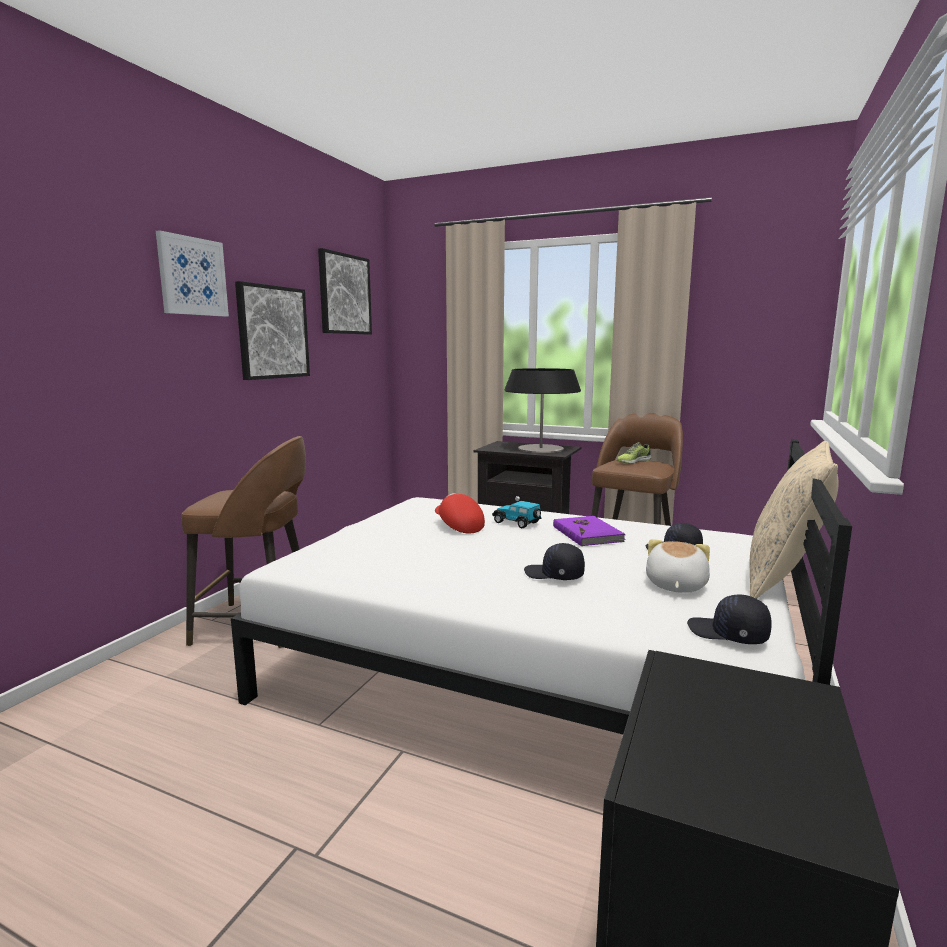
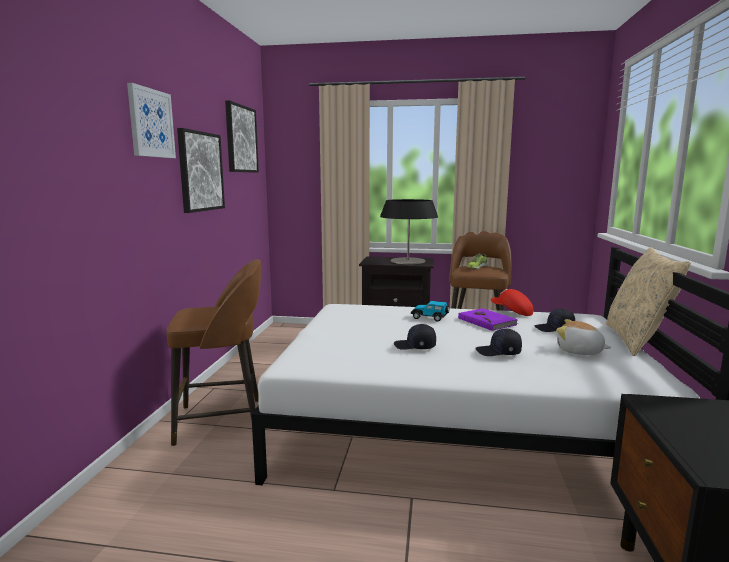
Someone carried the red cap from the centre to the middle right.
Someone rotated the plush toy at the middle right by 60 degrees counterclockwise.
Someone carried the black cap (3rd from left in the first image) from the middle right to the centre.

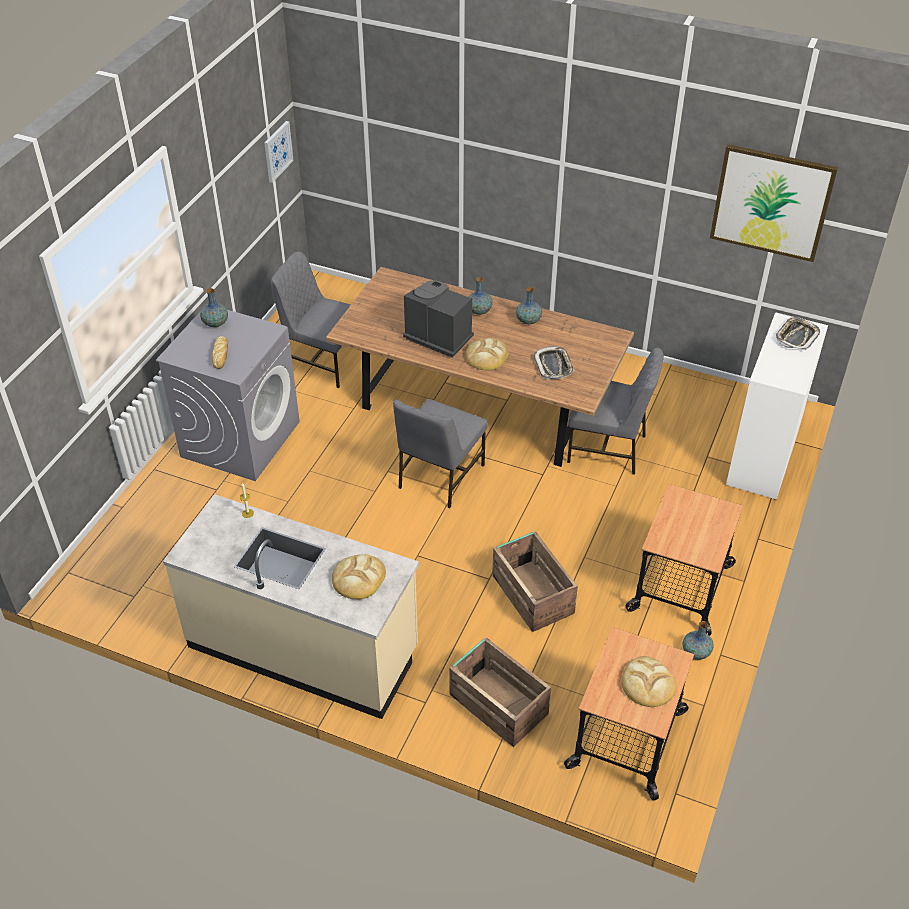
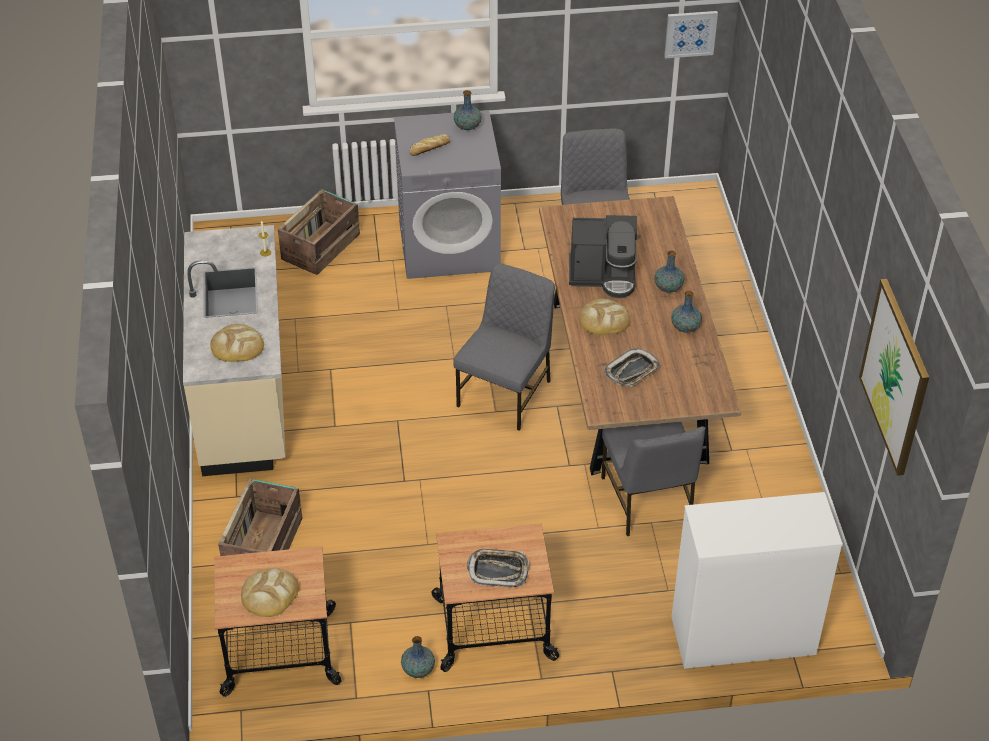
Someone rotated the coffee machine at the centre by 90 degrees clockwise.
Someone carried the tray (2nd from left in the first image) from the middle right to the bottom centre.
Someone rotated the grey chair (2nd from left in the first image) at the centre by 120 degrees clockwise.
Someone carried the crate (2nd from left) from the centre to the top left.

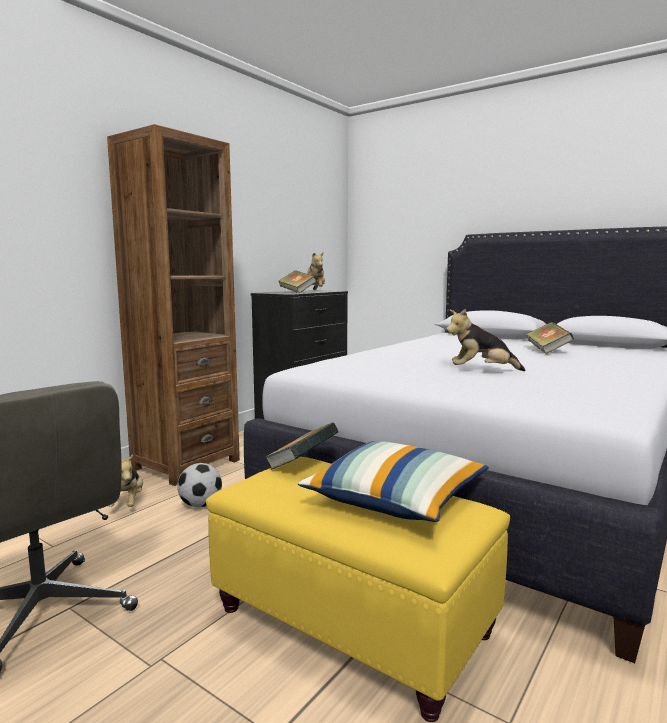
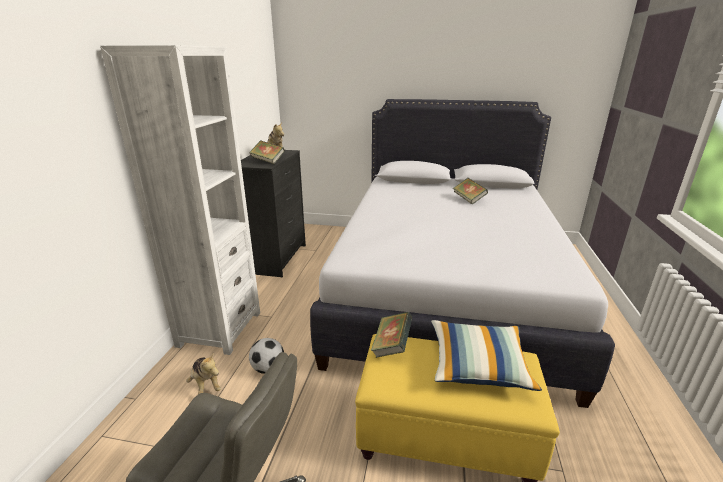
Someone repainted the brown bookcase at the middle left, which became the white bookcase at the middle left.
Someone took away the plush toy (3rd from left) at the middle right.

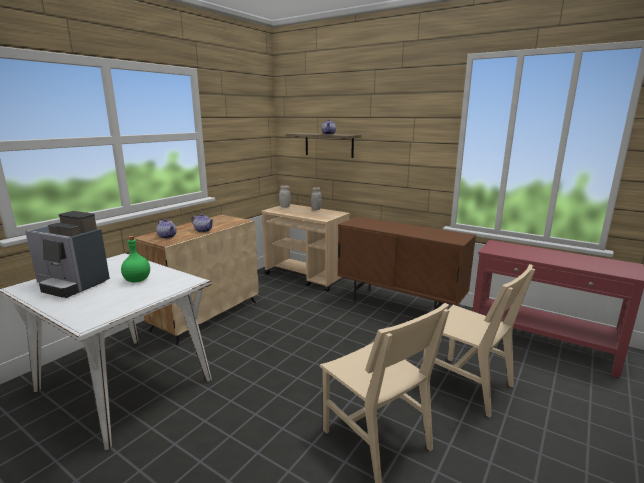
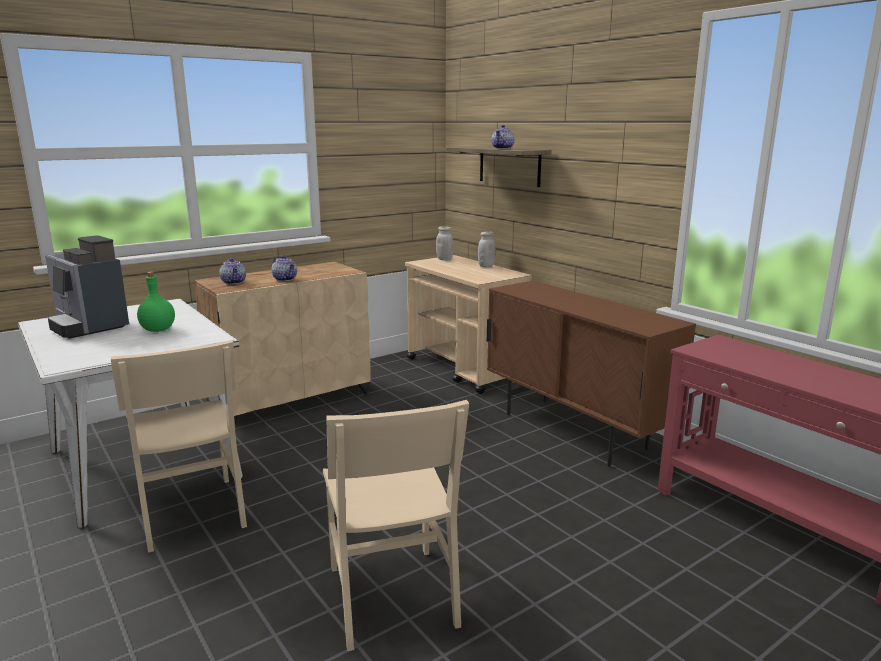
Someone carried the beige chair (2nd from left in the first image) from the bottom right to the bottom left.

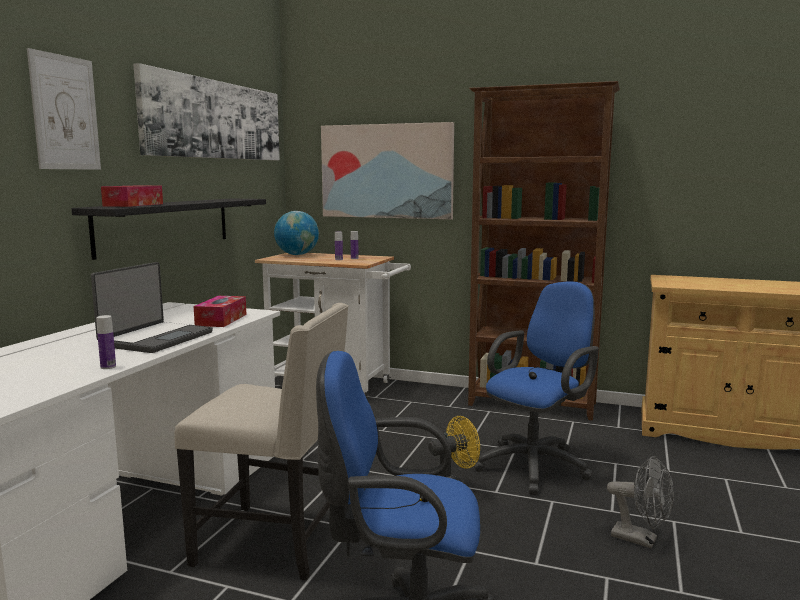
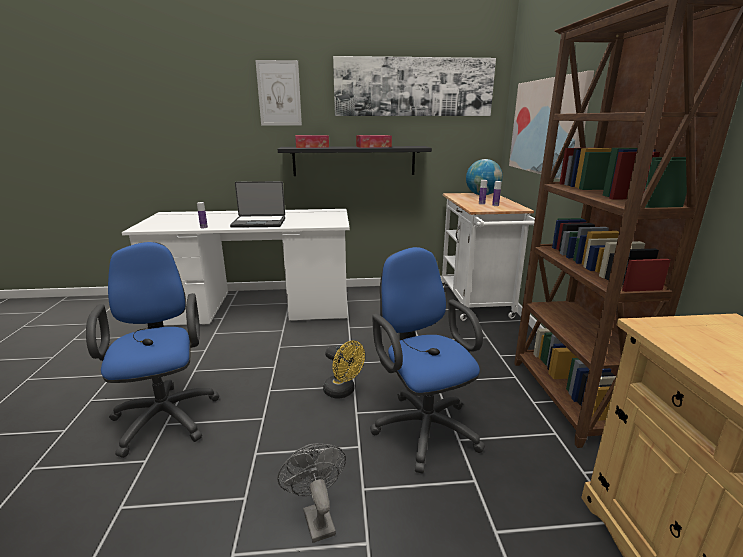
Someone rotated the blue office chair (2nd from left) at the middle right by 135 degrees counterclockwise.
Someone carried the tissue box (2nd from left) from the middle left to the top centre.
Someone took away the beige chair at the bottom left.
Someone rotated the grey fan at the bottom right by 150 degrees clockwise.

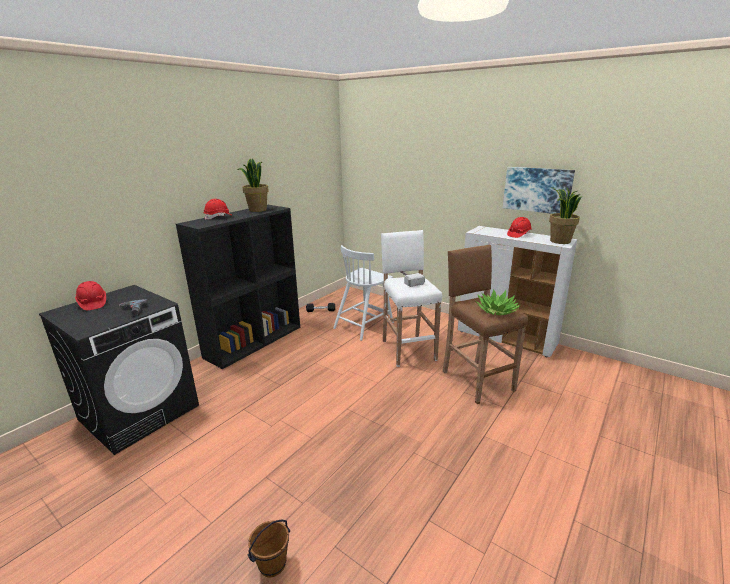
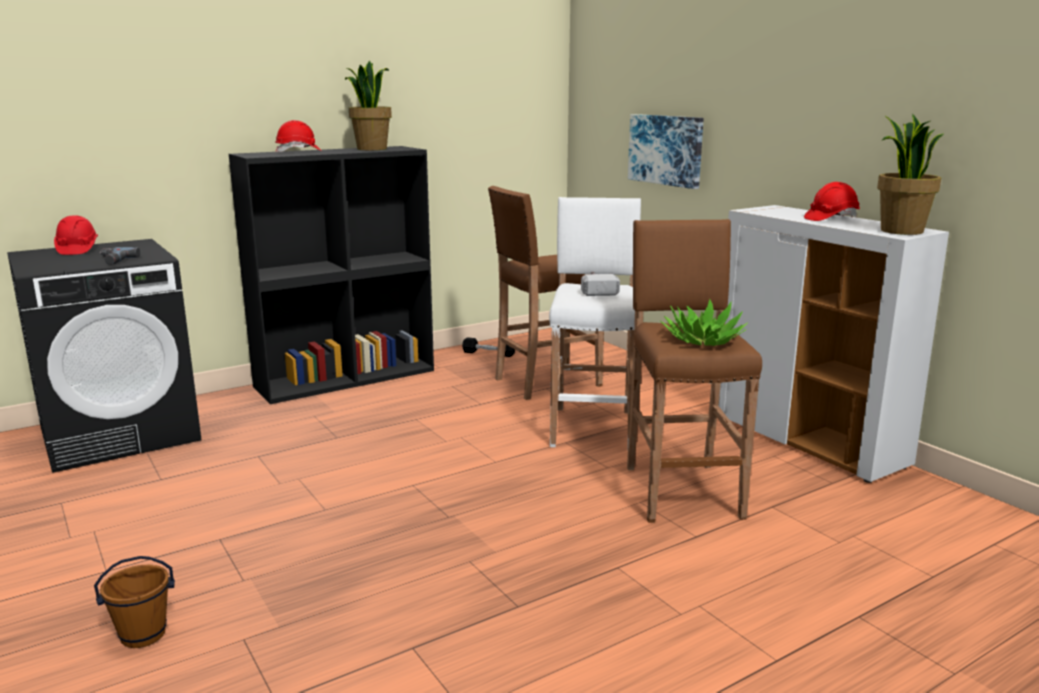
Someone carried the picture from the top right to the top centre.
Someone swapped the white chair at the centre for the brown stool (1st from left) at the centre.

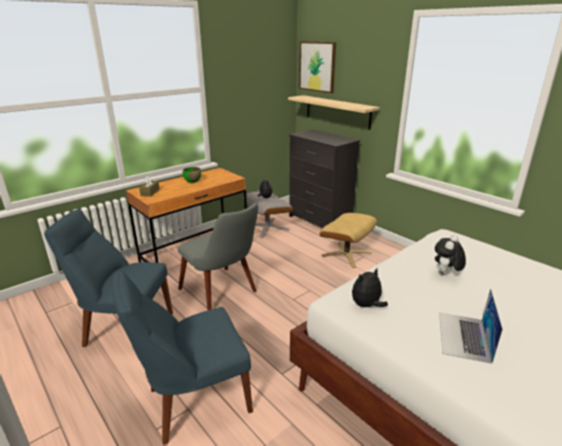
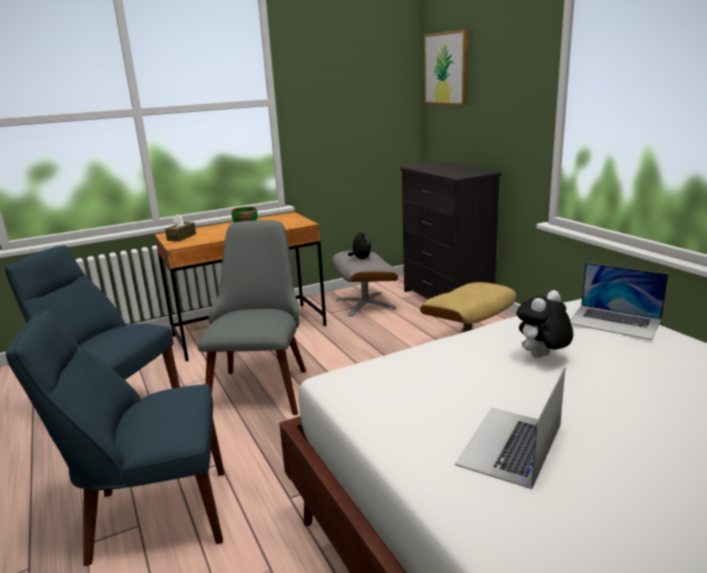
Someone took away the shelf at the top centre.
Someone rotated the grey chair at the centre by 150 degrees counterclockwise.
Someone took away the plush toy (2nd from left) at the centre.
Someone put down the laptop (2nd from left) at the middle right.

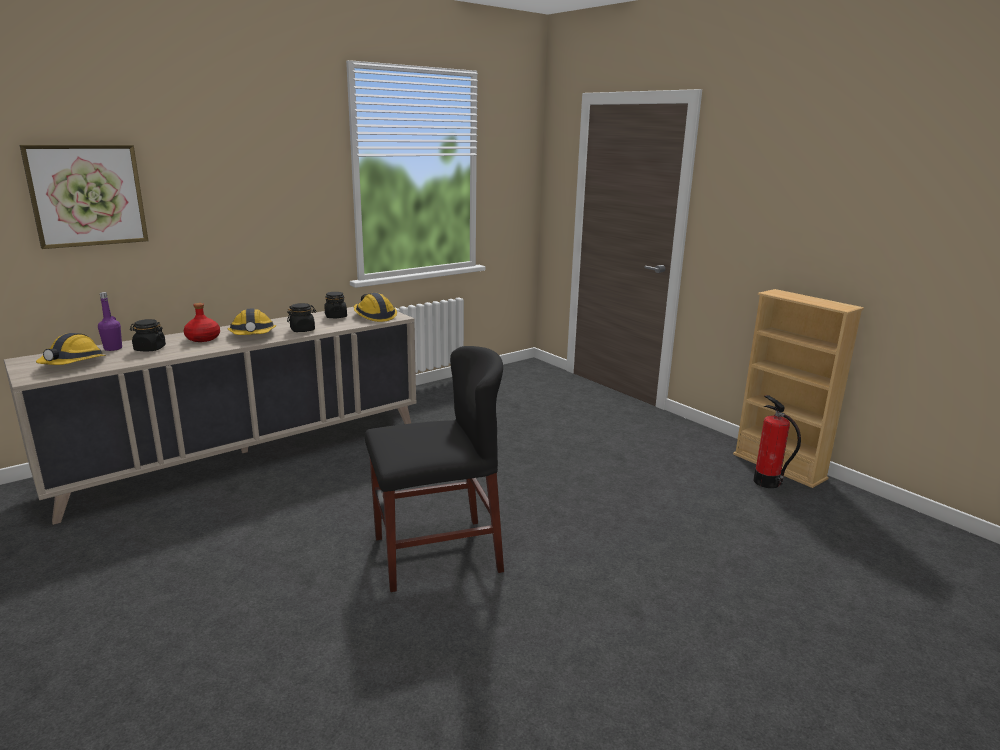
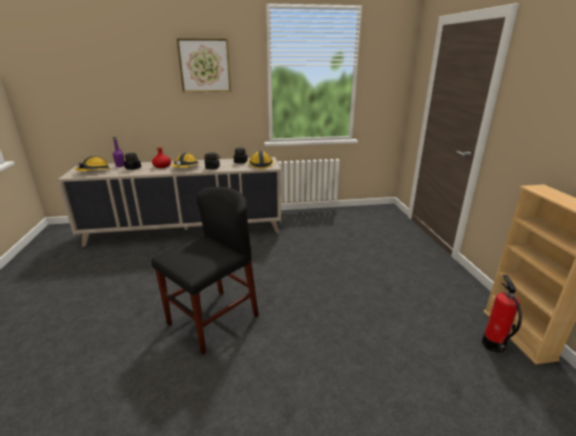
Someone carried the picture from the top left to the top centre.
Someone rotated the black chair at the centre by 60 degrees counterclockwise.

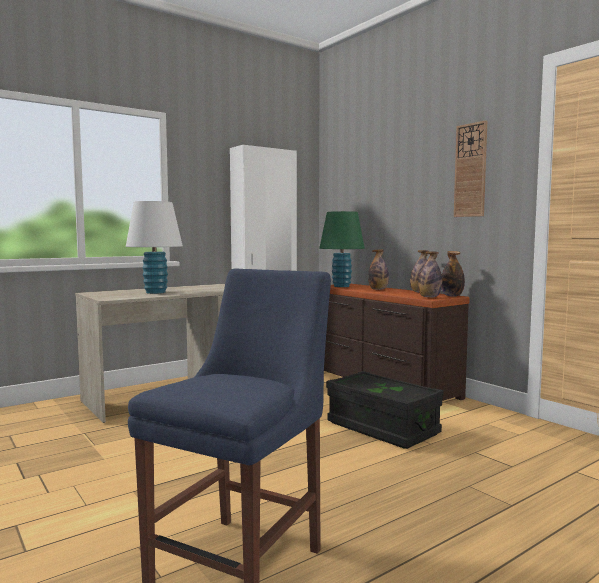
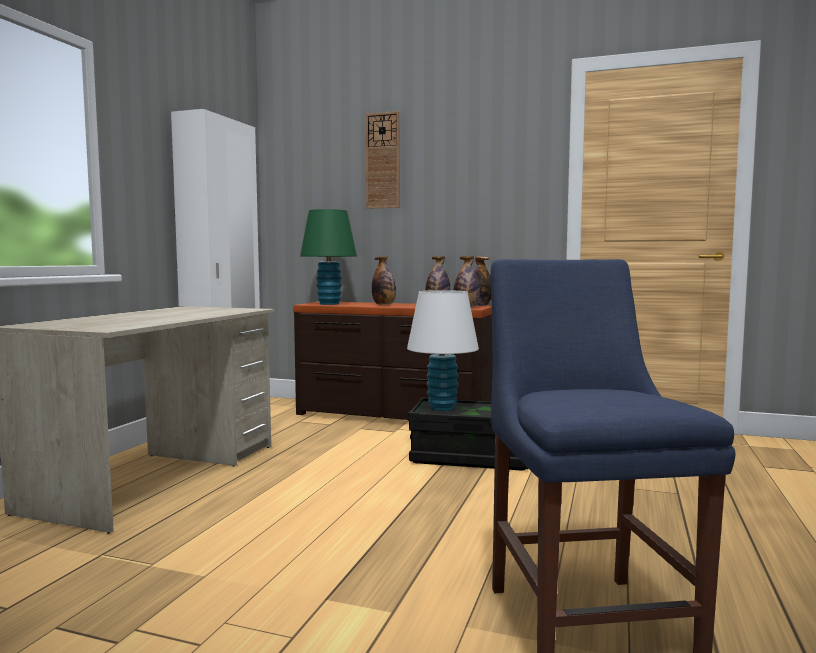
Someone carried the wall clock from the top right to the top centre.
Someone carried the white table lamp from the middle left to the centre.

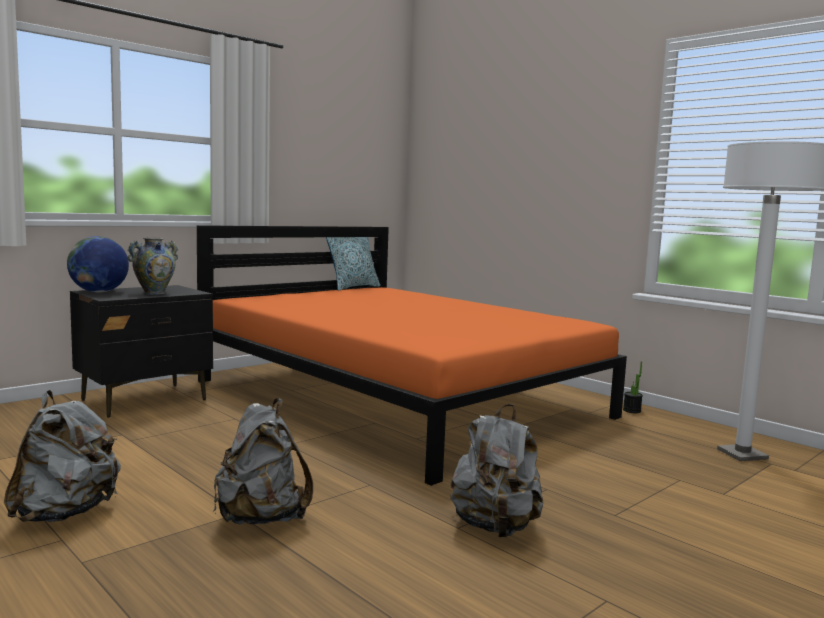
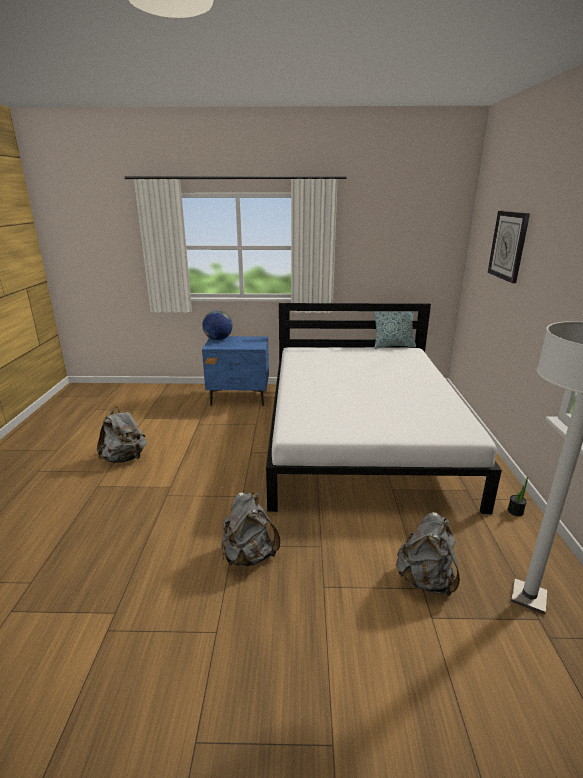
Someone repainted the orange bed at the centre, which became the white bed at the centre.
Someone took away the vase at the middle left.
Someone repainted the black nightstand at the middle left, which became the blue nightstand at the centre.
Someone carried the grey backpack (2nd from left in the first image) from the bottom left to the bottom right.
Someone put up the wall clock at the top right.

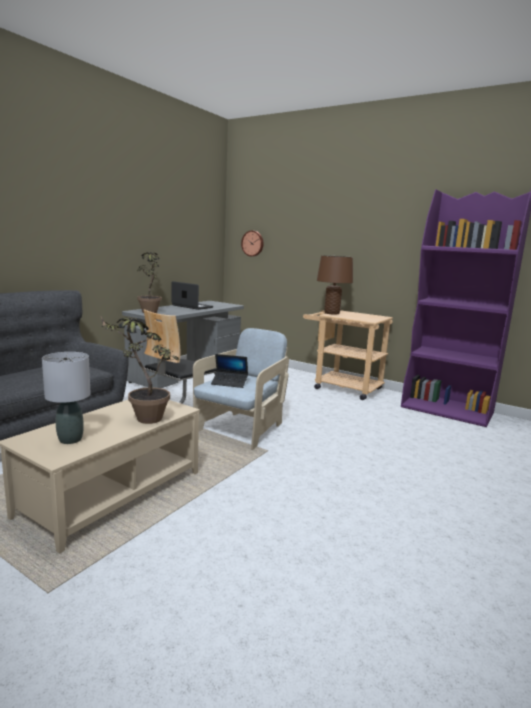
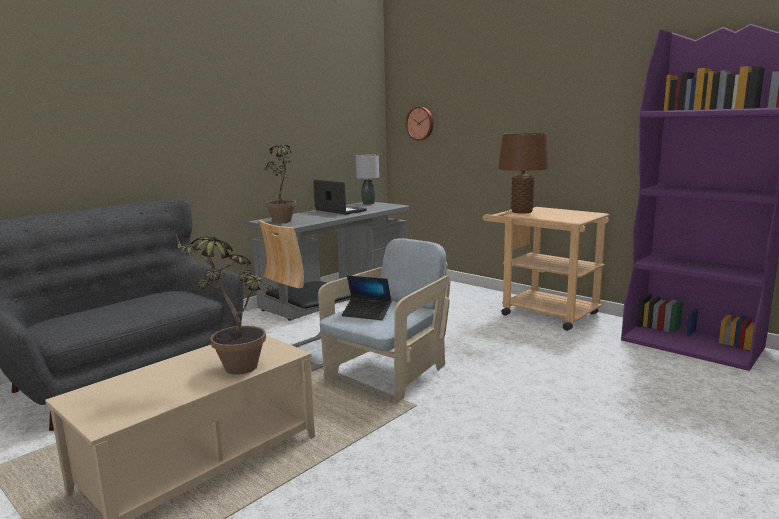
Someone carried the grey table lamp from the middle left to the centre.

